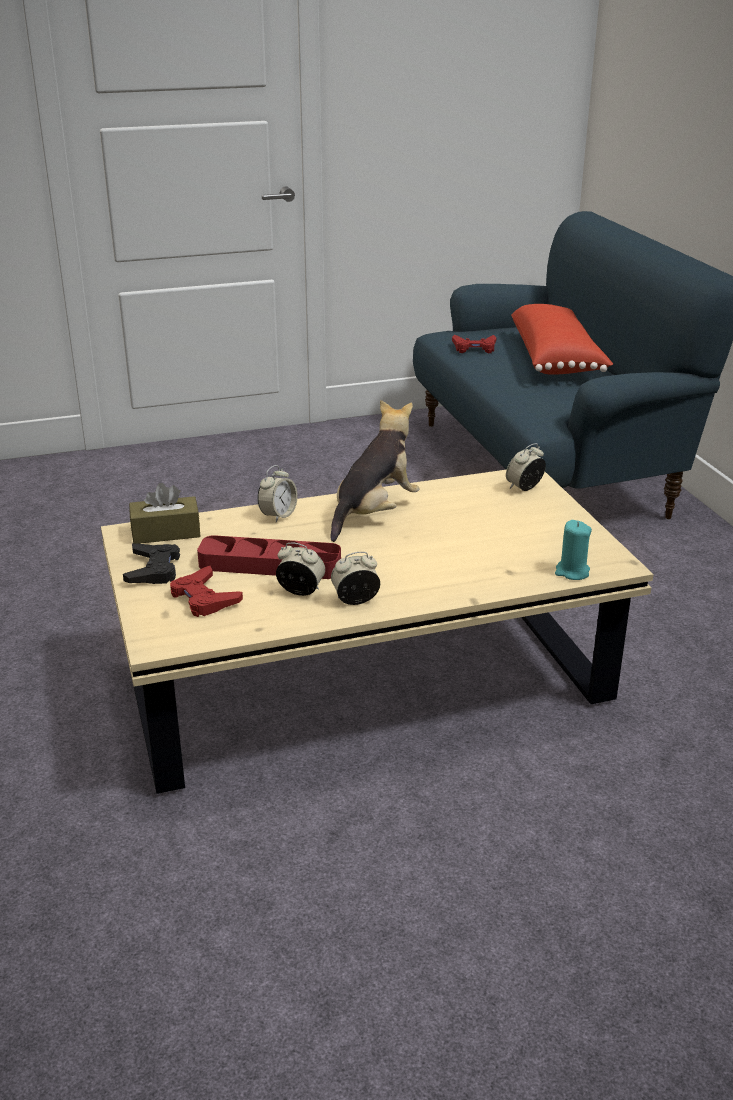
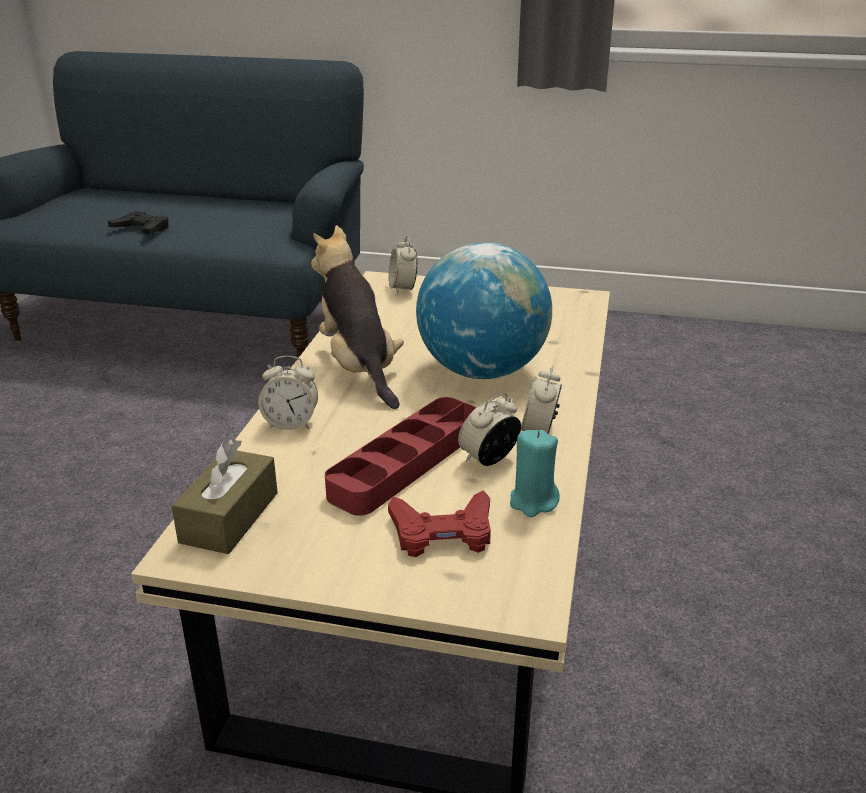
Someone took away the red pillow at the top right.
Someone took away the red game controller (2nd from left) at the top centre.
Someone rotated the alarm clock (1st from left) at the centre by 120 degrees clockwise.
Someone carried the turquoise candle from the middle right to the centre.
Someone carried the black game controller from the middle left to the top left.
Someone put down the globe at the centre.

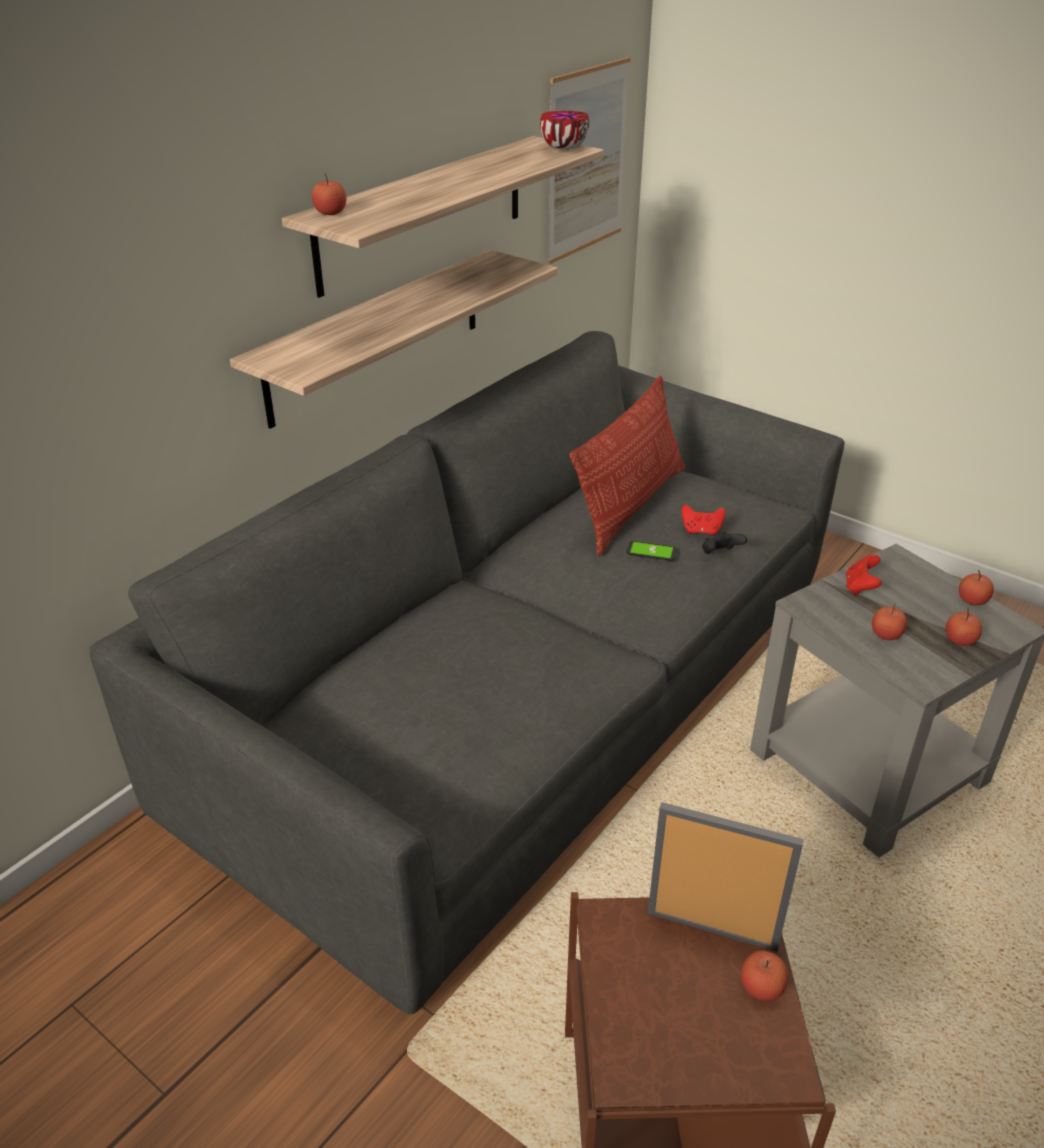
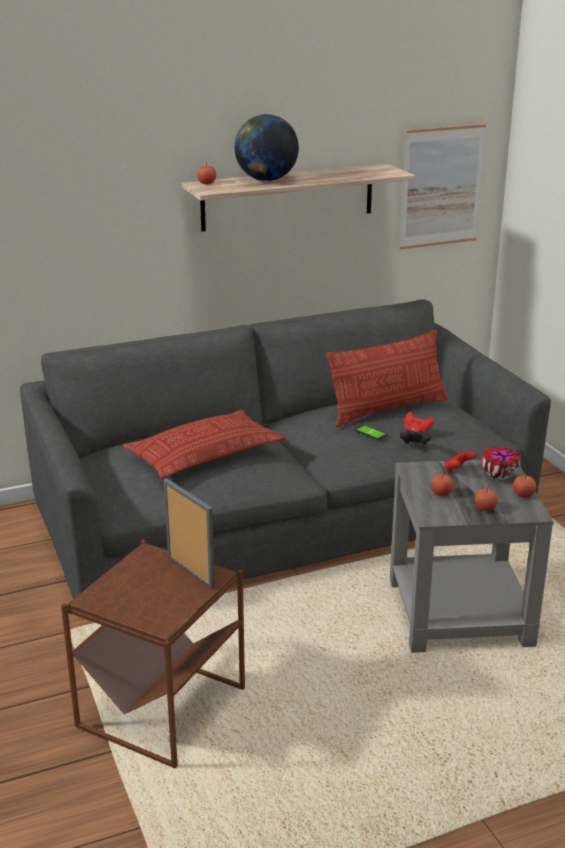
Someone carried the bowl from the top centre to the middle right.
Someone took away the shelf (1st from left) at the top centre.
Someone took away the apple (2nd from left) at the bottom right.
Someone put down the globe at the top centre.
Someone put down the pillow (1st from left) at the centre.

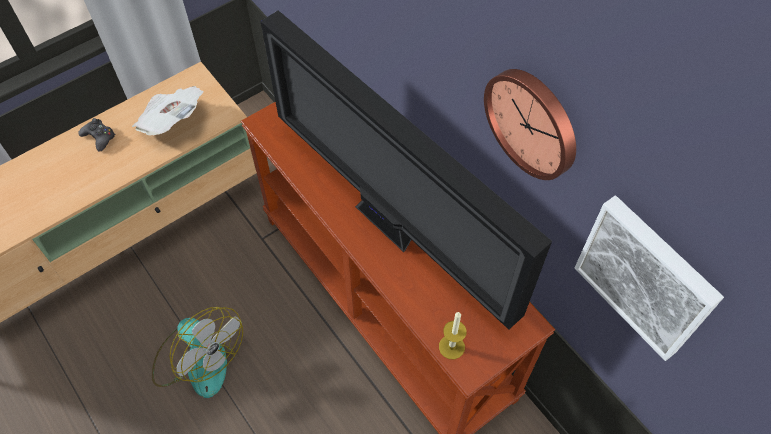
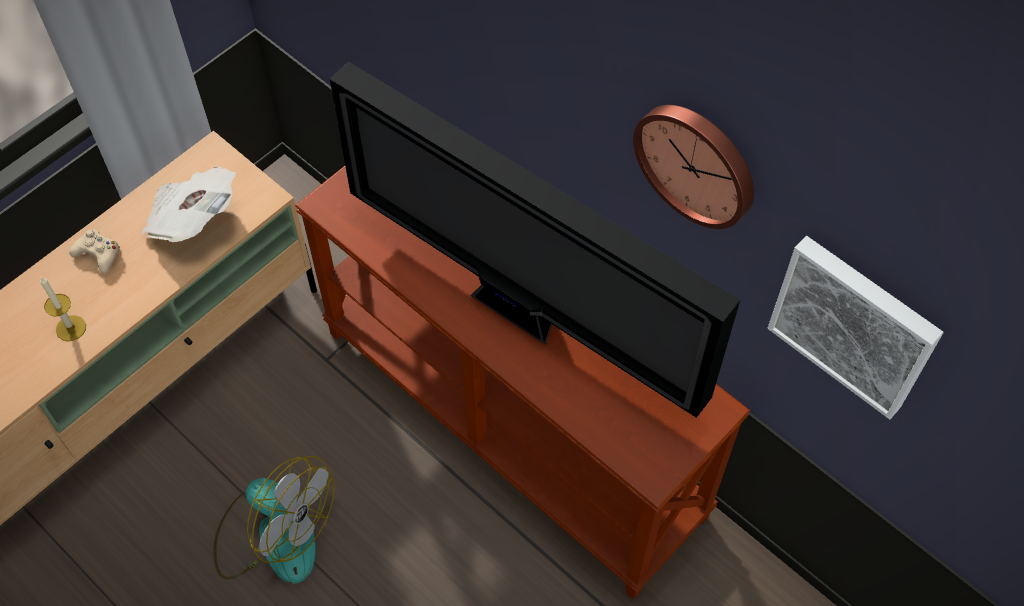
Someone repainted the black game controller at the top left, which became the beige game controller at the middle left.
Someone carried the candle from the bottom centre to the middle left.

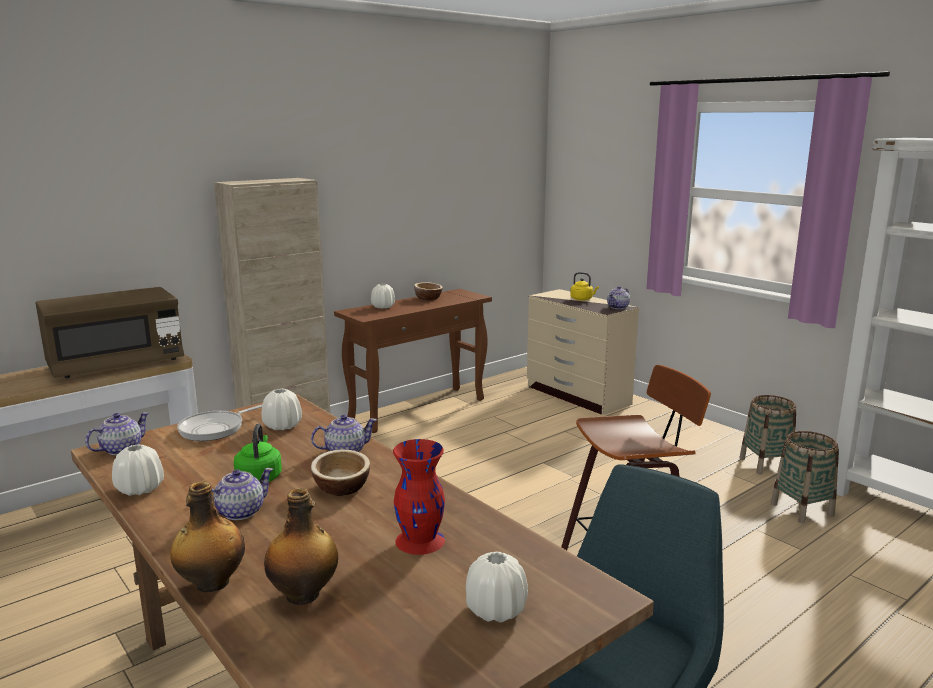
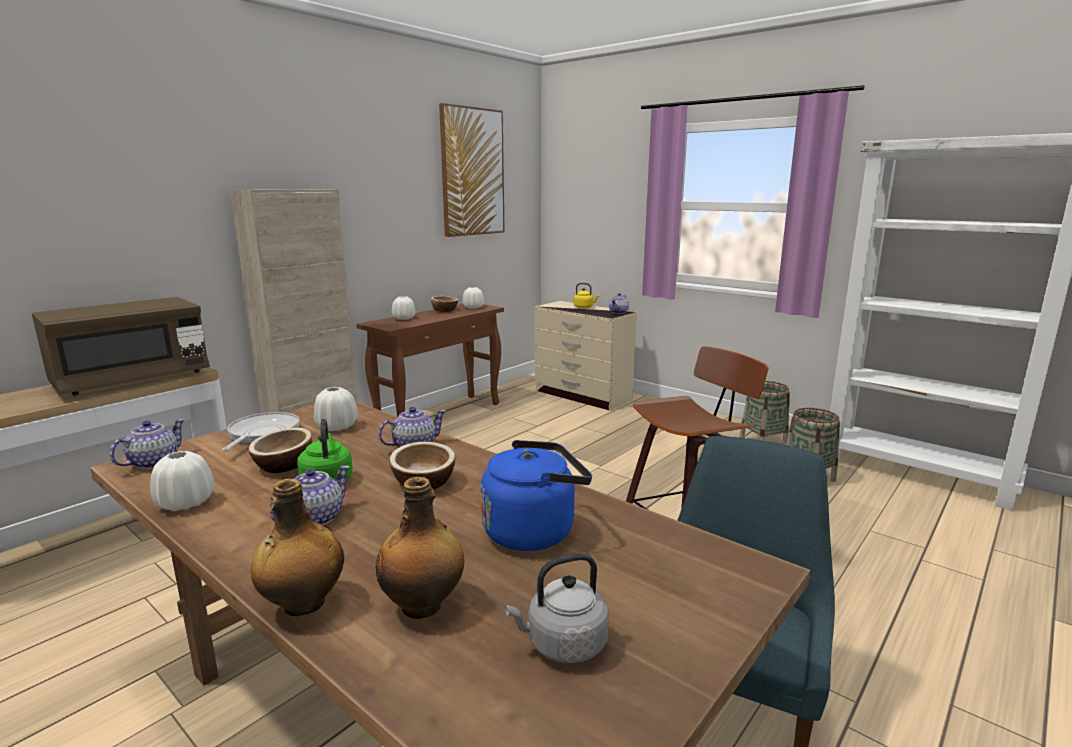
Someone rotated the frying pan at the middle left by 150 degrees clockwise.
Someone swapped the red vase at the bottom centre for the blue kettle at the centre.
Someone carried the white vase (4th from left) from the bottom centre to the centre.
Someone put up the picture at the top centre.
Someone put down the bowl (1st from left) at the middle left.
Someone put down the grey kettle at the bottom centre.

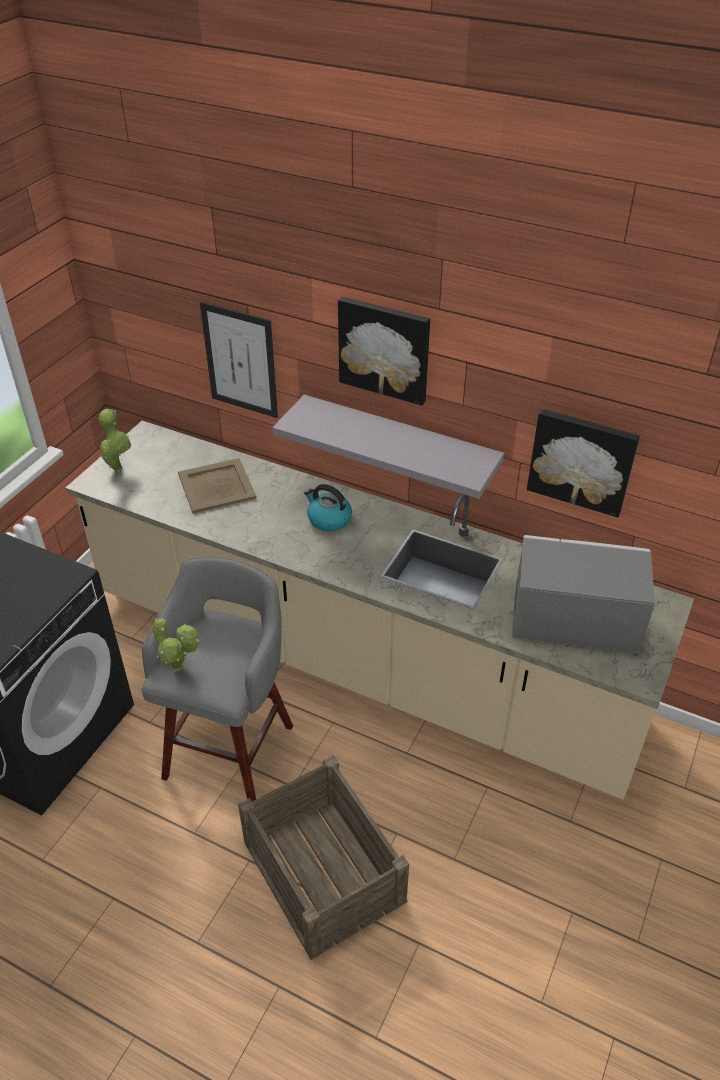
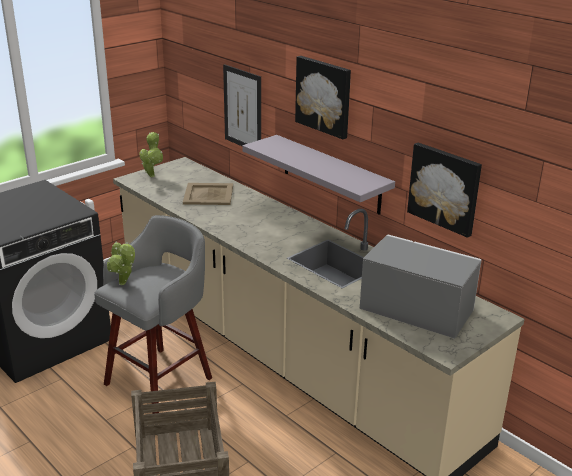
Someone took away the kettle at the centre.

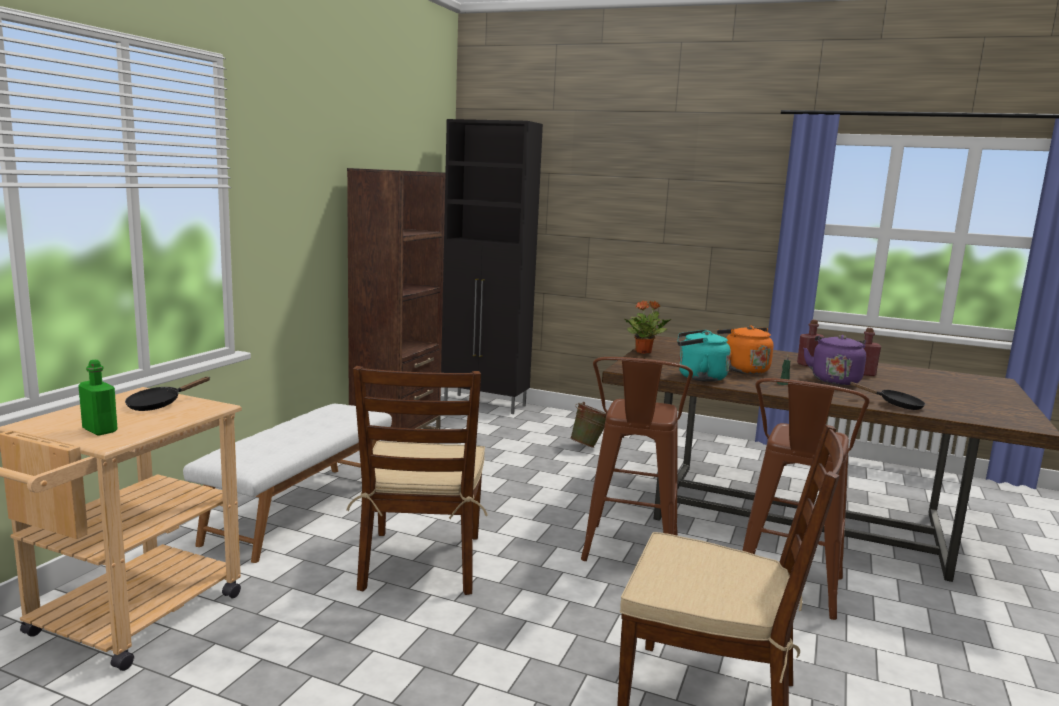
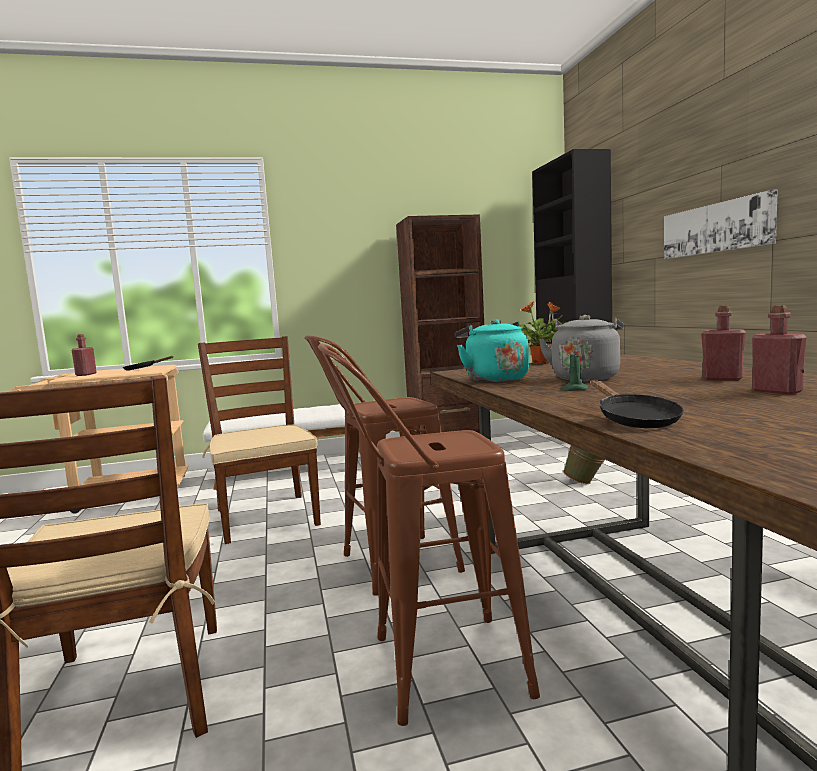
Someone repainted the orange kettle at the middle right, which became the grey kettle at the middle right.
Someone took away the purple kettle at the middle right.
Someone repainted the green bottle at the middle left, which became the red bottle (1st from left) at the middle left.
Someone rotated the brown chair (1st from left in the first image) at the bottom centre by 105 degrees clockwise.
Someone put up the picture at the top right.

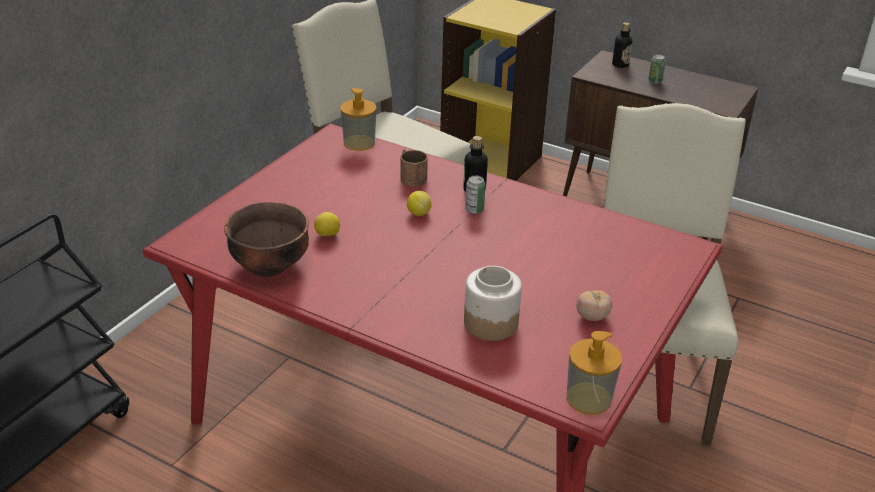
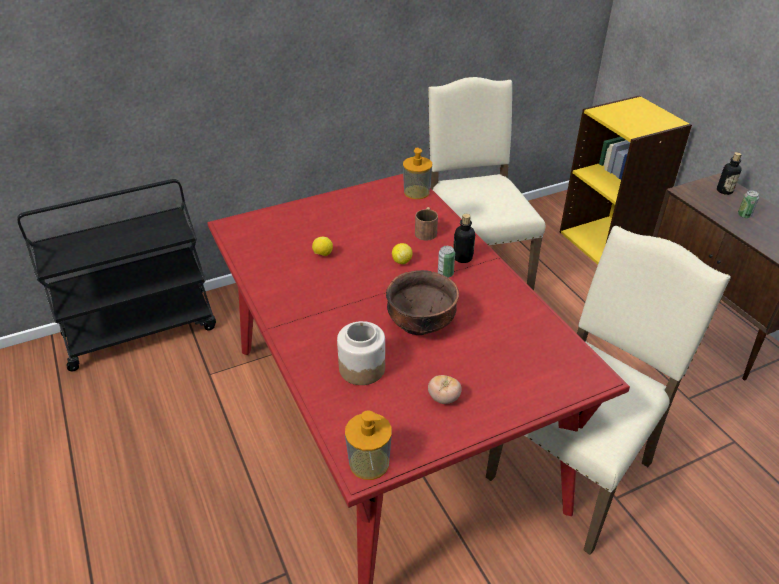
Someone carried the brown bowl from the middle left to the centre.

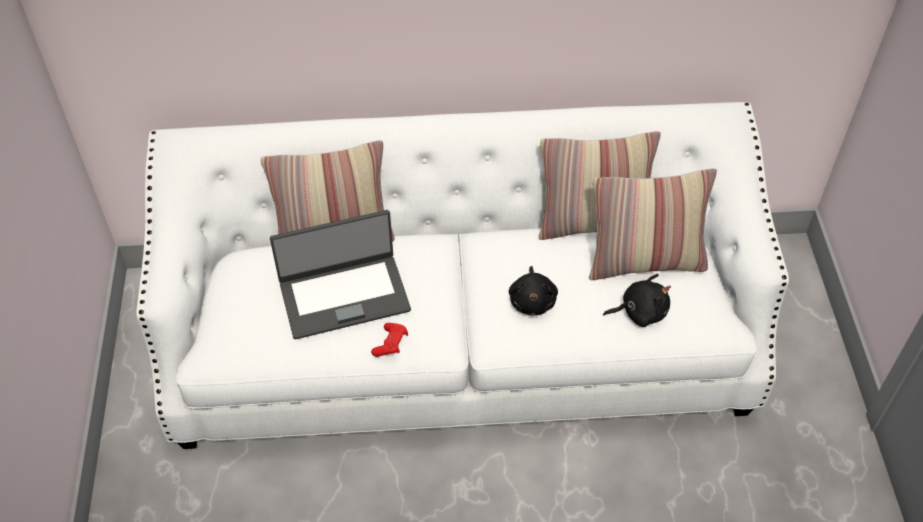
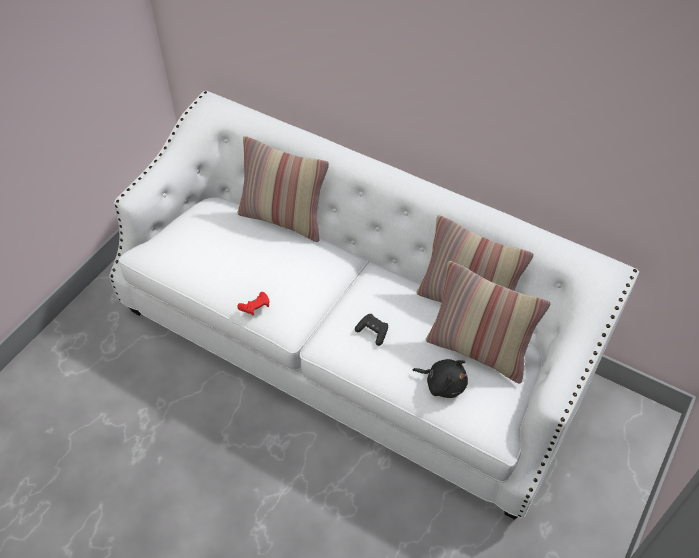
Someone took away the laptop at the centre.
Someone swapped the black plush toy (1st from left) at the centre for the black game controller at the centre.

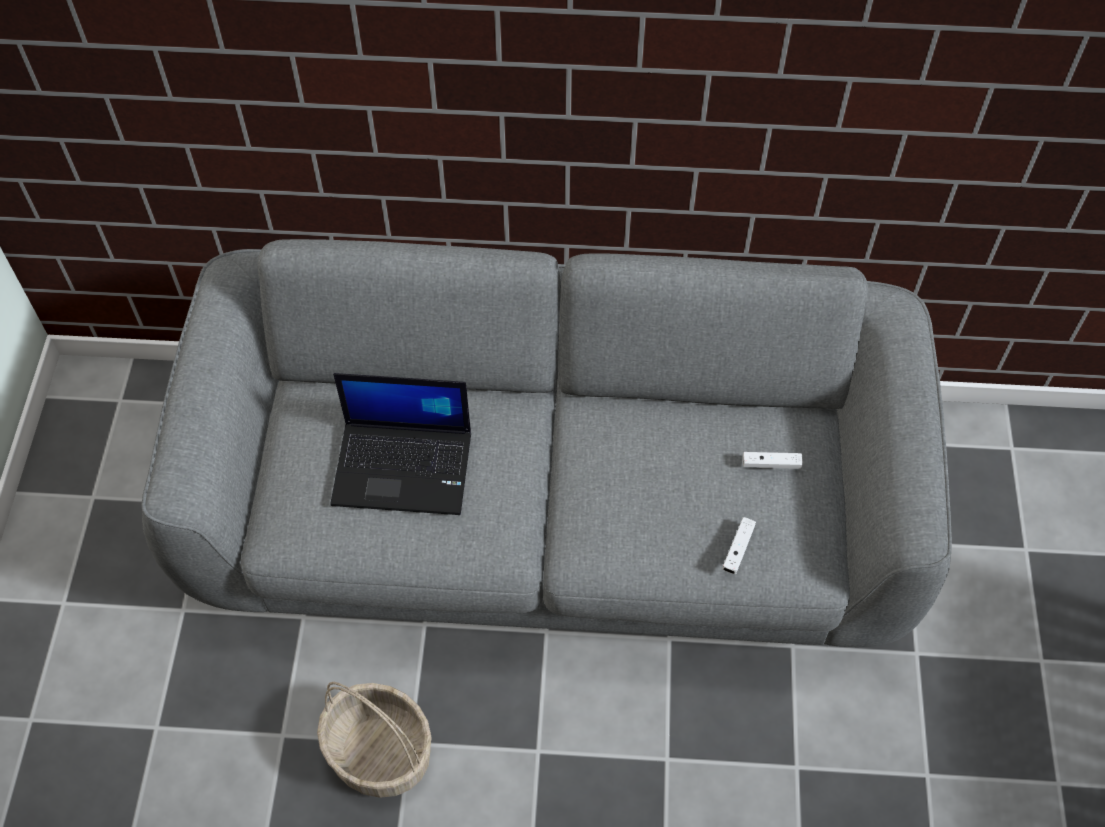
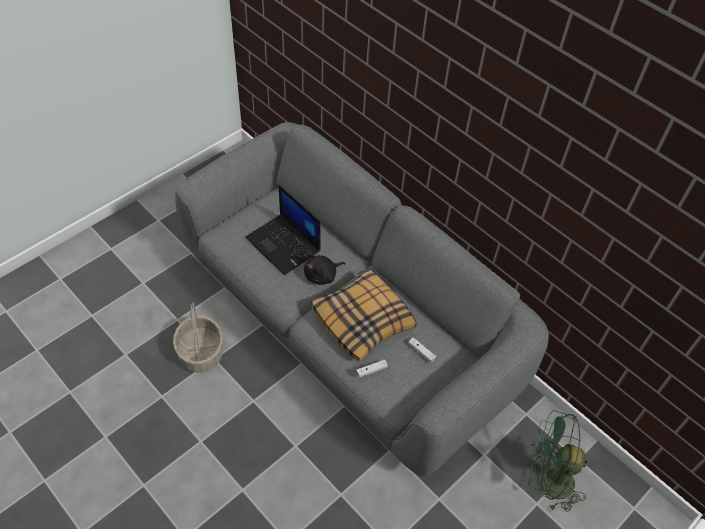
Someone put down the black plush toy at the centre.
Someone put down the pillow at the centre.
Someone put down the green fan at the bottom right.

